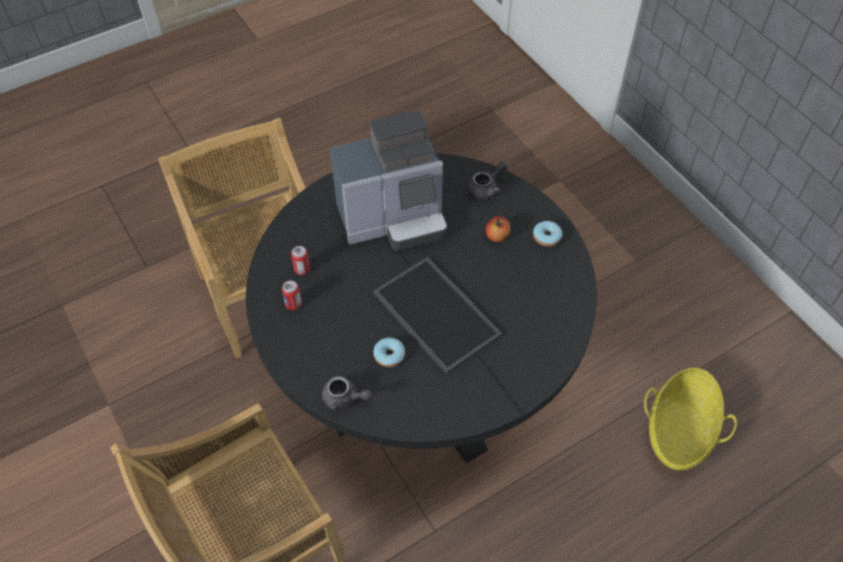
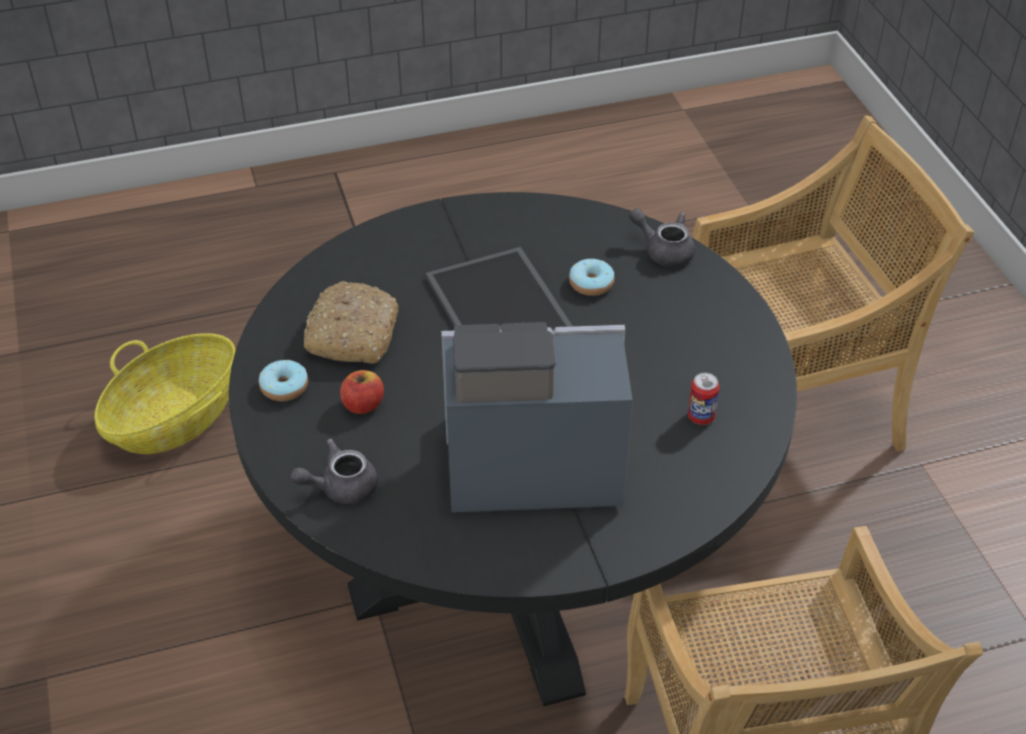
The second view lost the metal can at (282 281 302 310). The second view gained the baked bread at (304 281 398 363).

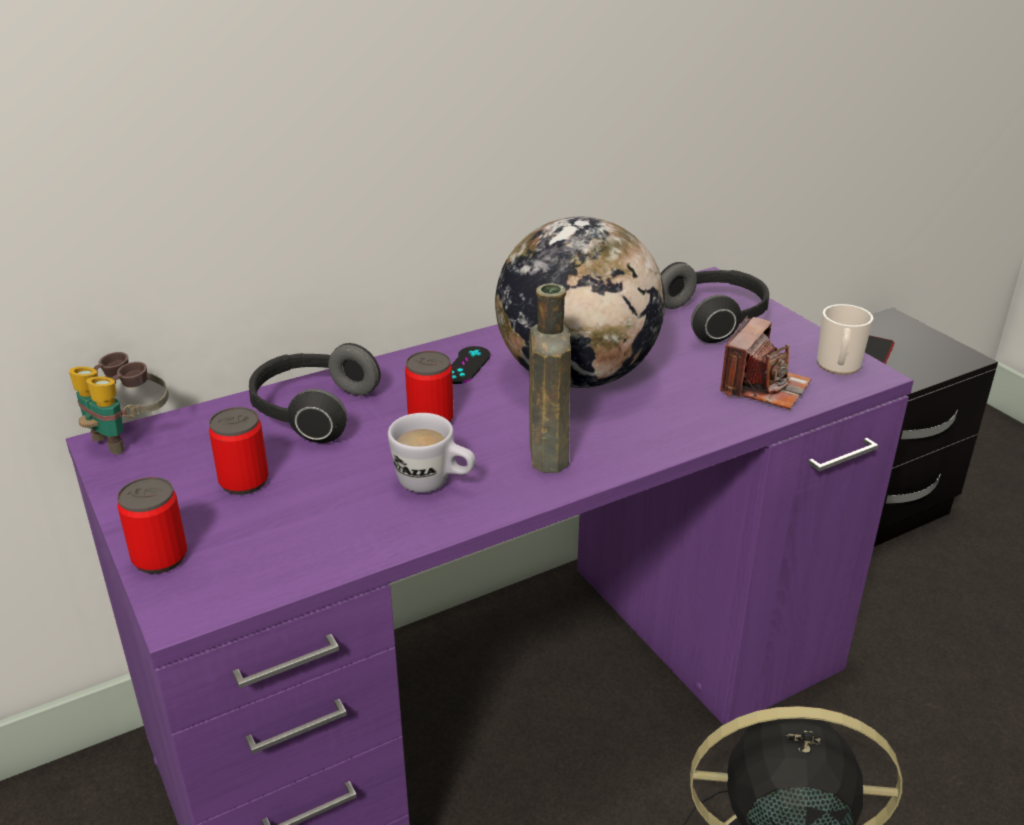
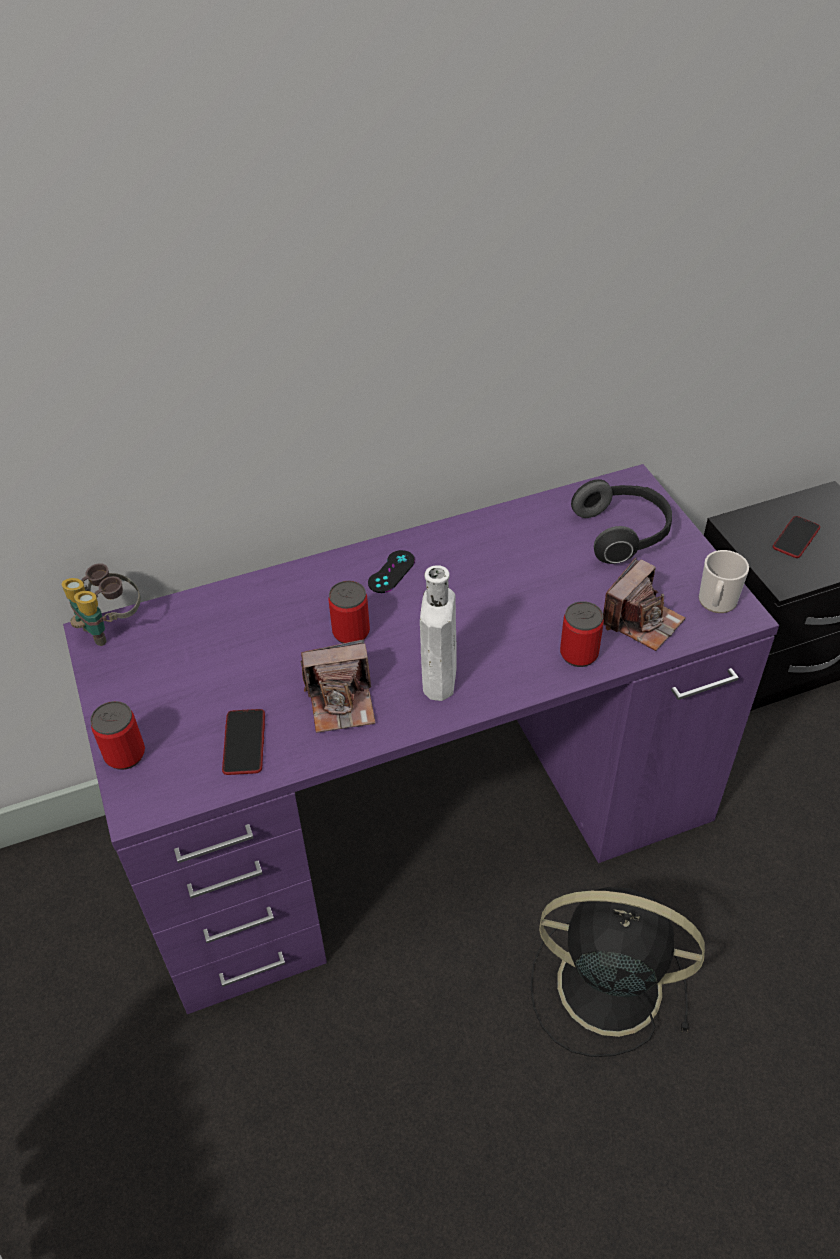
The second view lost the pair of headphones at (249 343 381 443). The second view lost the world globe at (495 216 665 388). The second view gained the handset at (222 709 265 775). The metal can ended up elsewhere, having gone from (209 407 269 495) to (560 601 604 667). Where the white-coloured coffee mug stood at (388 413 476 493), the still camera came to stand at (301 639 376 733). What was the brown beverage bottle at (529 283 571 473) turned into the white-coloured beverage bottle at (420 565 457 701).

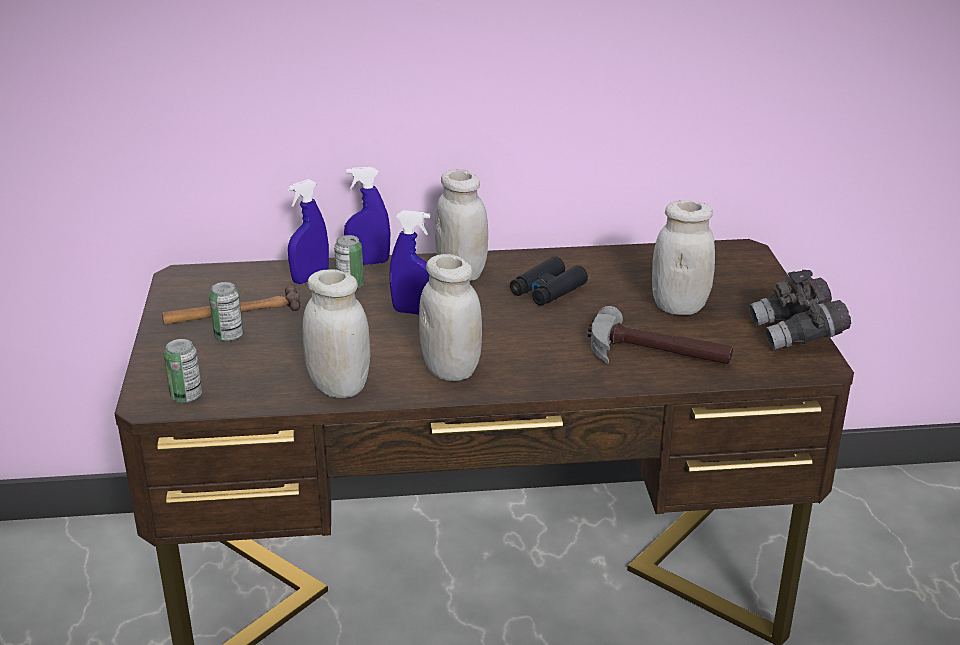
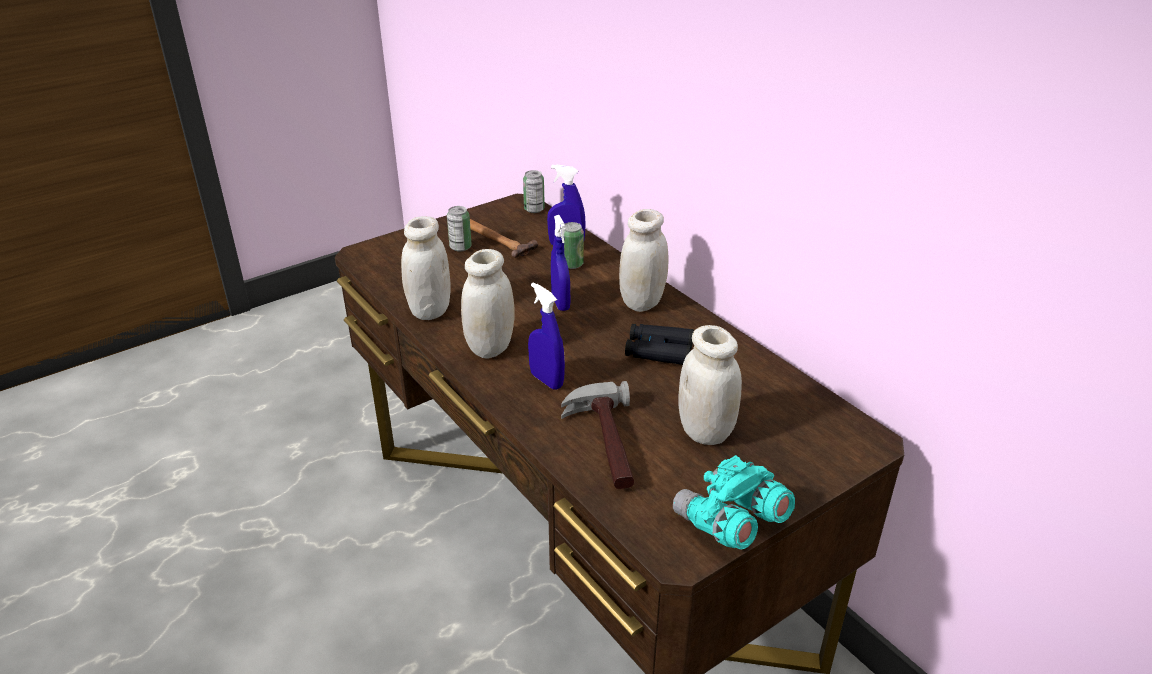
The metal can ended up elsewhere, having gone from (164 339 202 403) to (523 170 545 213). The bluish hand sprayer ended up elsewhere, having gone from (344 167 390 265) to (528 282 565 390). What was the gray binoculars at (749 270 851 350) turned into the turquoise-coloured binoculars at (673 455 795 549).

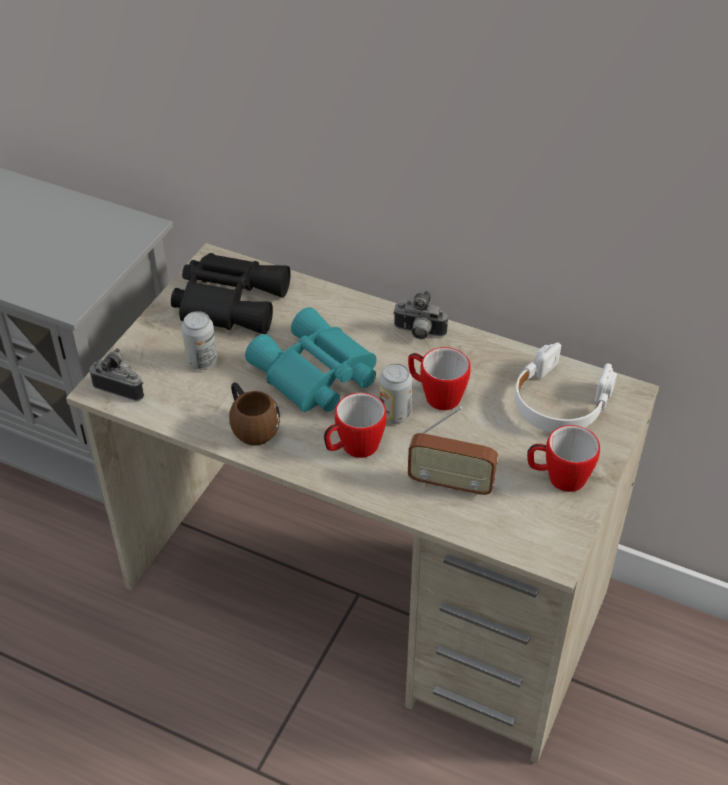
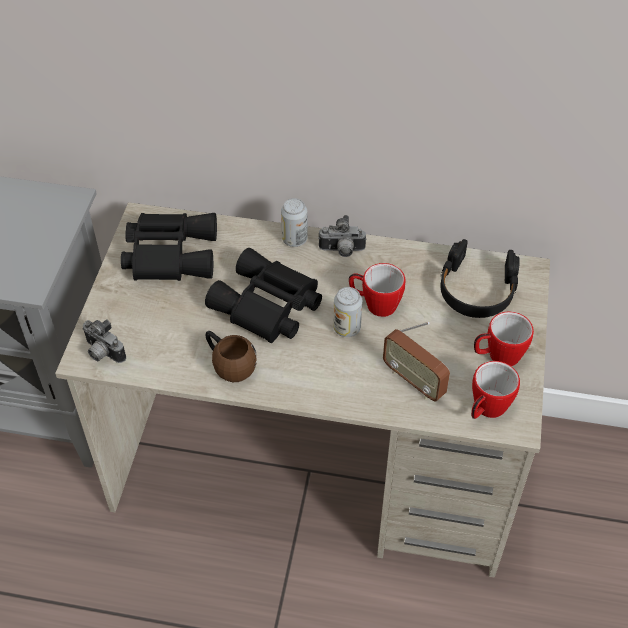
The metal can ended up elsewhere, having gone from (182 311 217 370) to (281 198 308 247). The coffee mug ended up elsewhere, having gone from (324 393 387 458) to (471 361 520 419). What was the turquoise-coloured binoculars at (245 307 377 412) turned into the black binoculars at (205 248 322 343). What was the white-coloured pair of headphones at (515 342 617 432) turned into the black pair of headphones at (440 239 520 318). The still camera at (89 348 144 401) ended up facing another way, 150 degrees counterclockwise from before. The radio receiver at (408 406 498 498) ended up facing another way, 45 degrees clockwise from before.

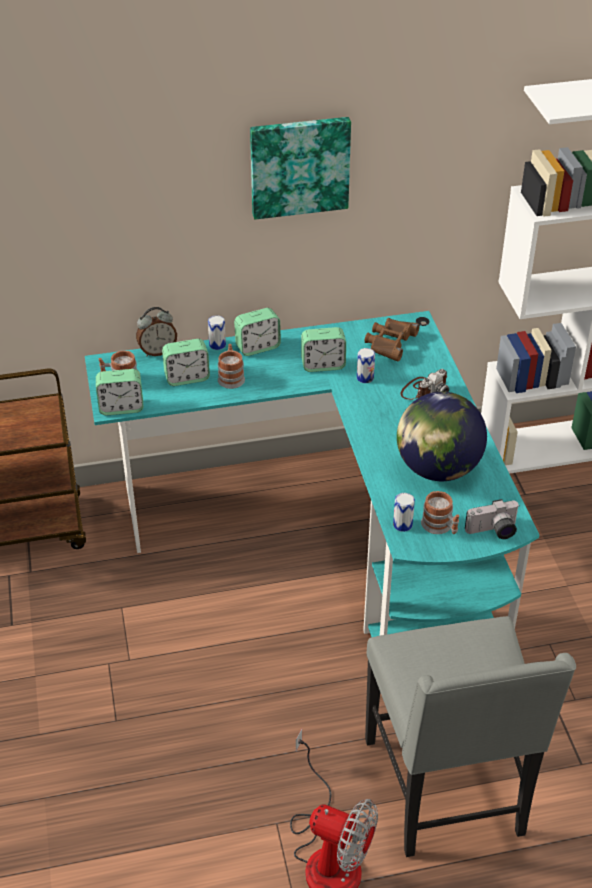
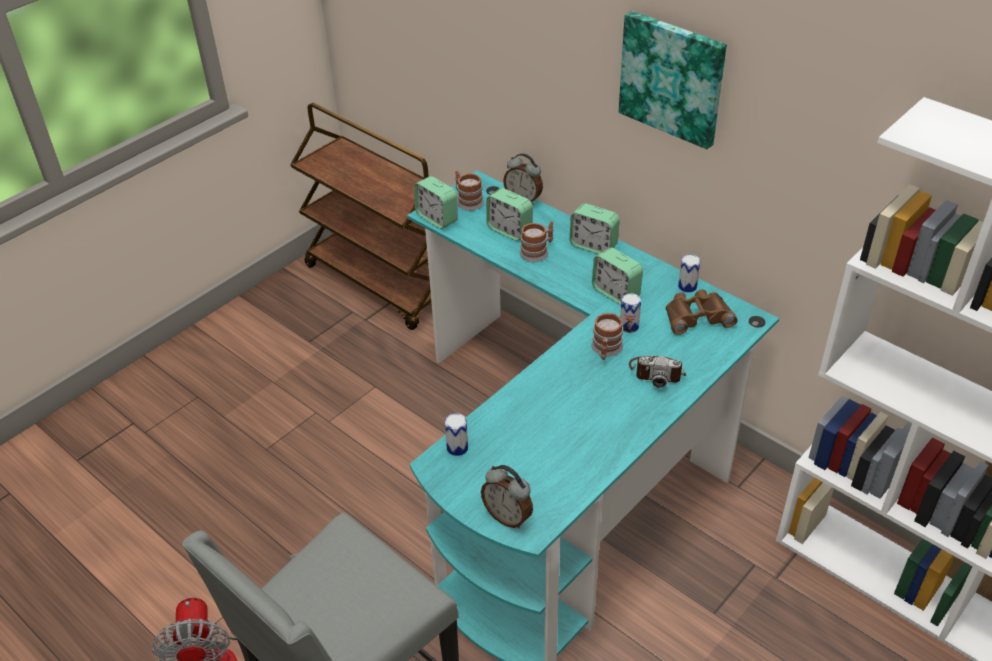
The second view lost the world globe at (397 392 487 481). The metal can ended up elsewhere, having gone from (208 315 226 350) to (678 254 700 292). The coffee mug ended up elsewhere, having gone from (421 491 459 534) to (591 313 623 360). Where the still camera stood at (465 499 520 539), the bedside clock came to stand at (481 465 533 528).

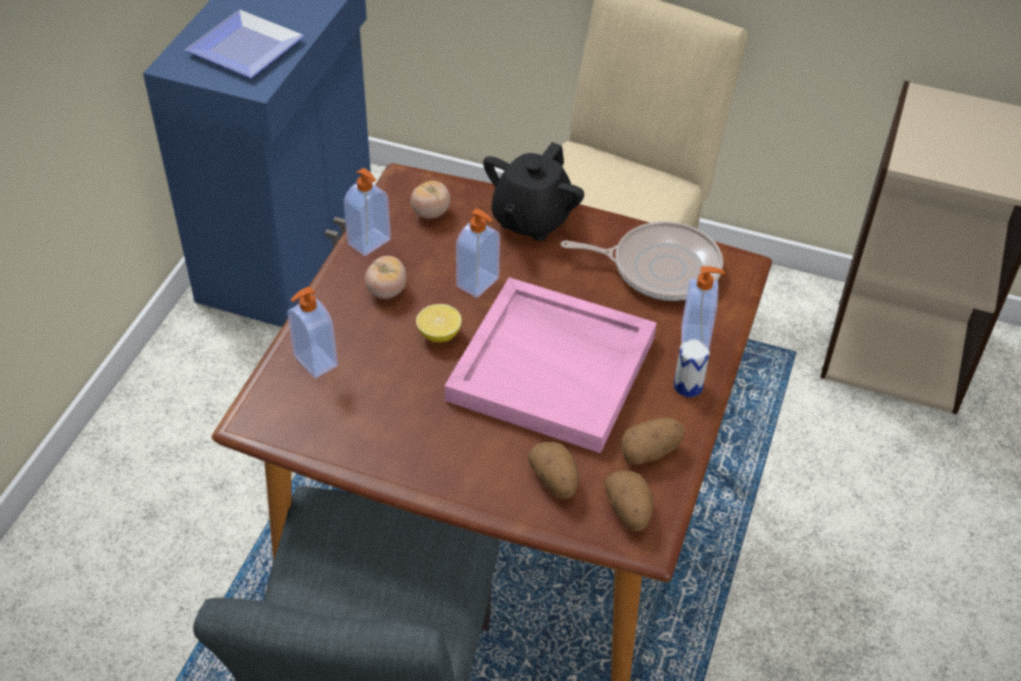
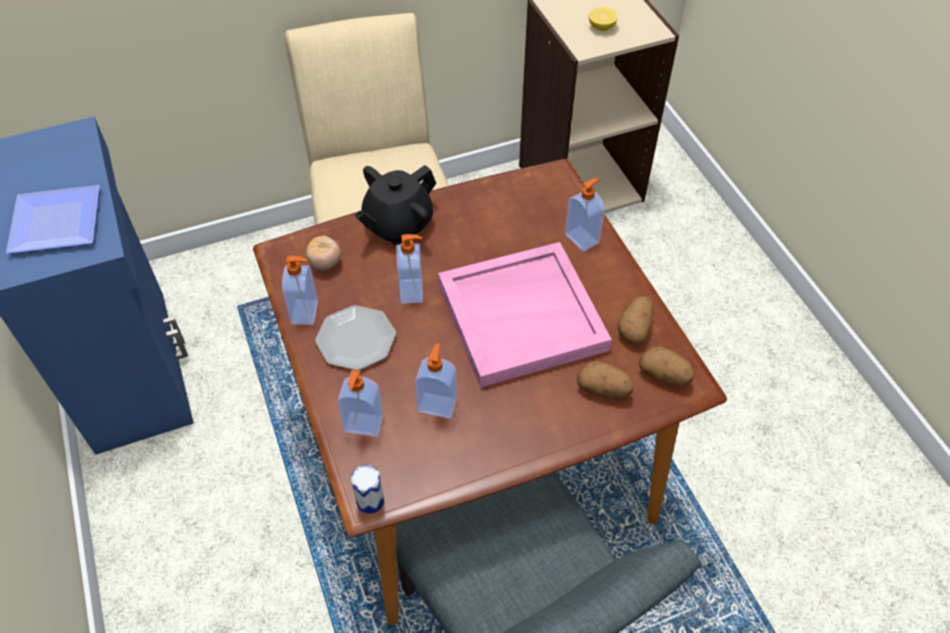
The second view lost the skillet at (561 221 723 301). The second view gained the soap dispenser at (415 343 457 418). The lemon ended up elsewhere, having gone from (416 304 462 342) to (589 7 618 31). The metal can ended up elsewhere, having gone from (674 339 710 397) to (351 465 384 514). Where the whole tomato stood at (365 256 407 299), the plate came to stand at (315 305 396 370). The black teapot at (483 142 584 241) ended up facing another way, 60 degrees clockwise from before.

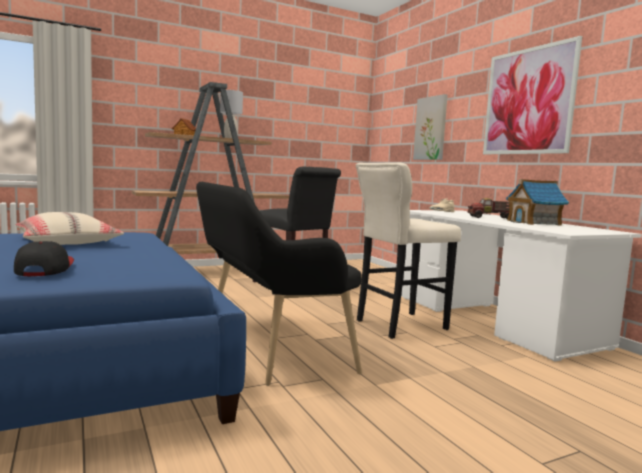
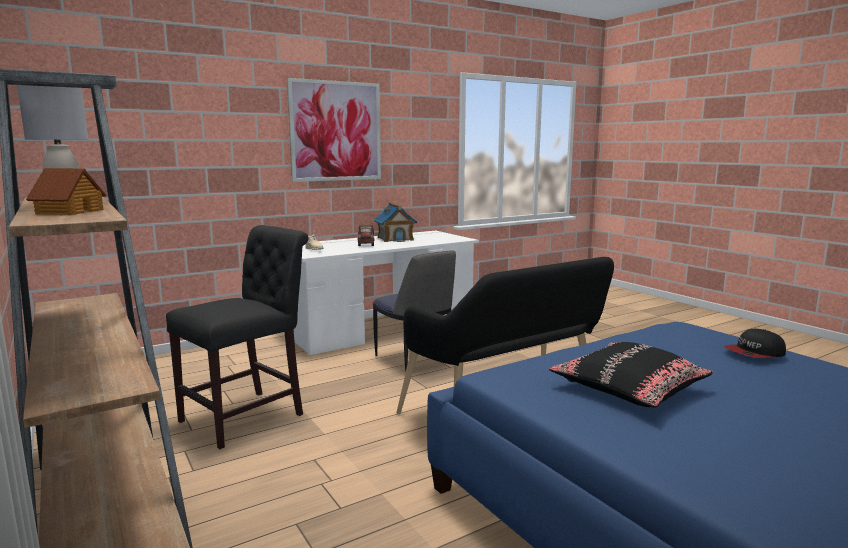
The second view lost the wall art at (413 94 448 160). Where the sand-coloured sitting stool stood at (356 163 461 339), the upright chair came to stand at (373 251 456 373). What was the sand-coloured cushion at (15 212 124 245) turned into the black cushion at (549 342 713 408).

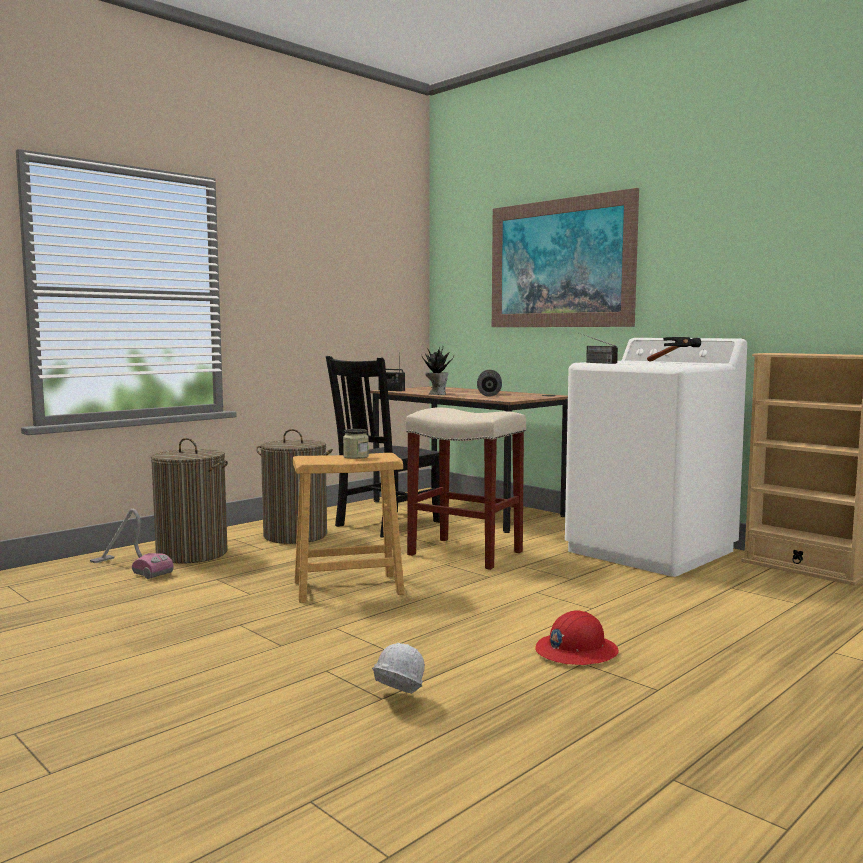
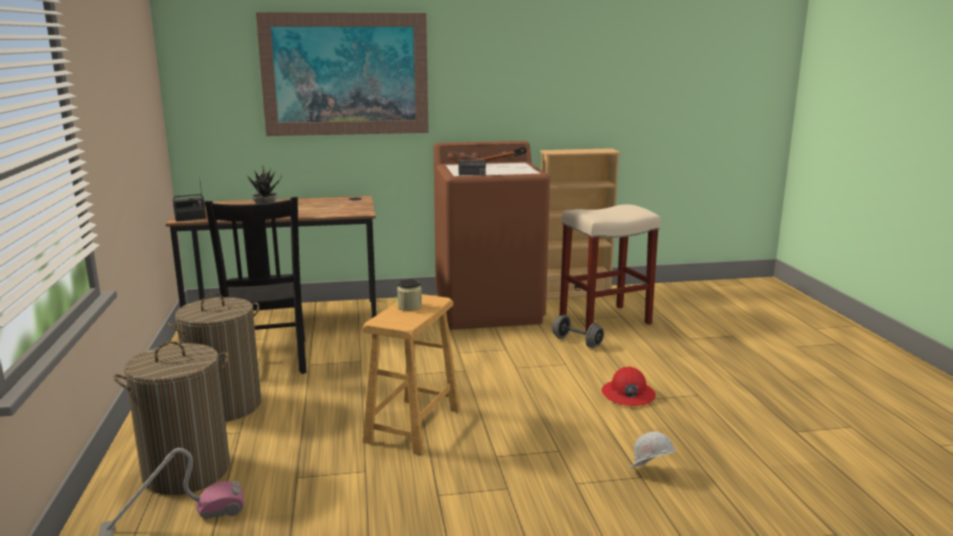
The sand-coloured sitting stool ended up elsewhere, having gone from (406 408 526 570) to (559 204 661 332). The gray dumbbell ended up elsewhere, having gone from (477 370 502 397) to (552 315 604 348). What was the white-coloured laundry machine at (565 338 747 577) turned into the brown laundry machine at (434 141 550 330).

